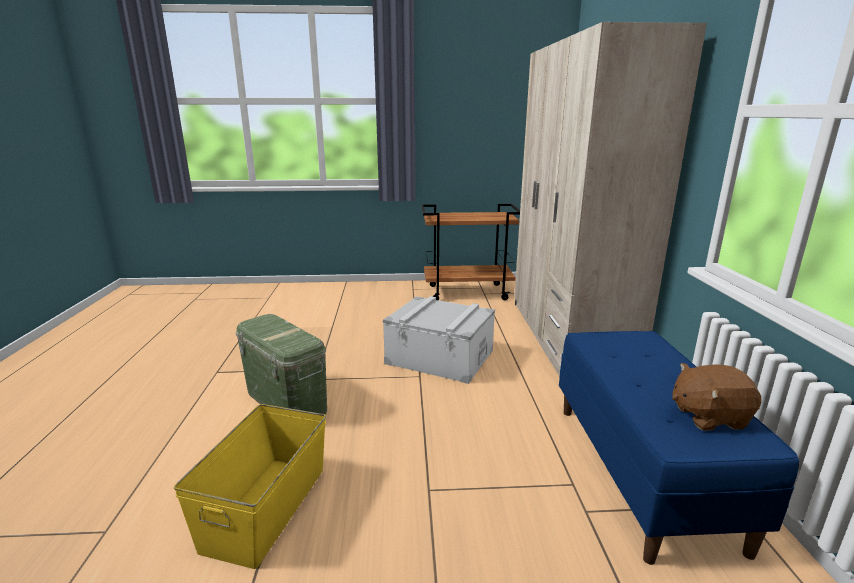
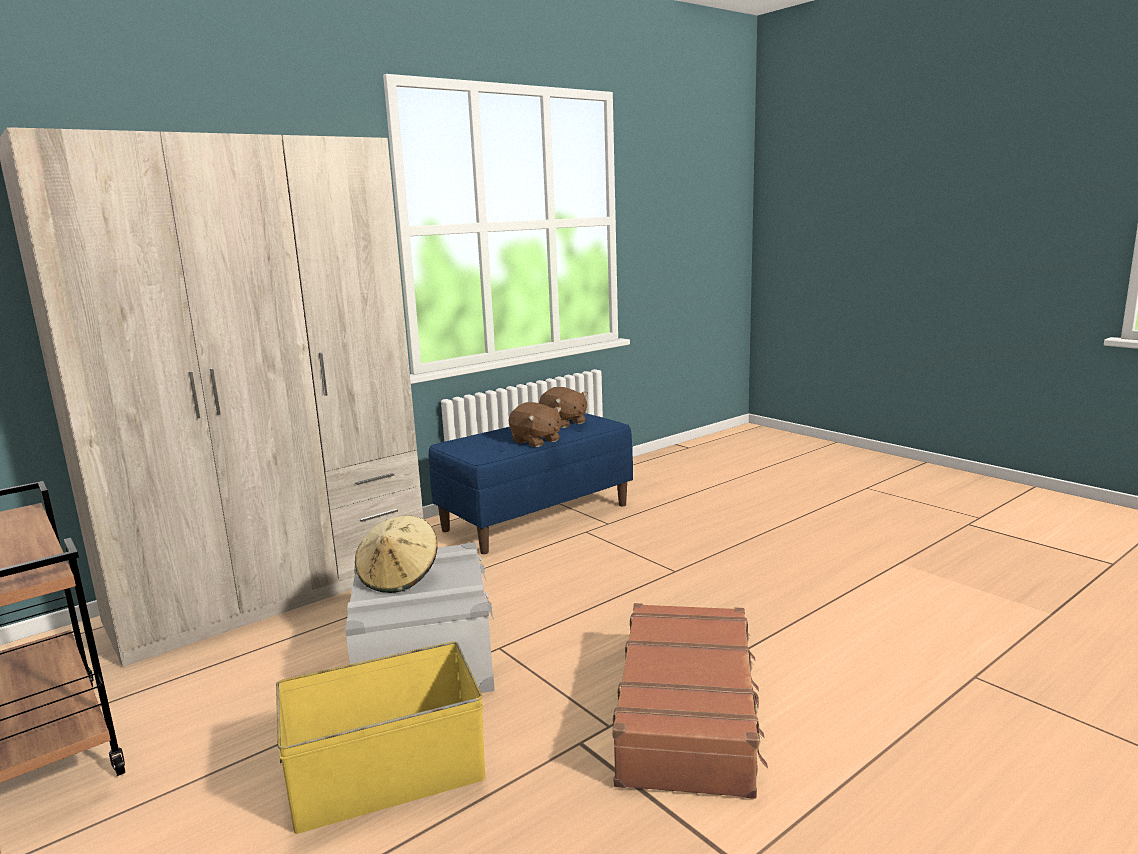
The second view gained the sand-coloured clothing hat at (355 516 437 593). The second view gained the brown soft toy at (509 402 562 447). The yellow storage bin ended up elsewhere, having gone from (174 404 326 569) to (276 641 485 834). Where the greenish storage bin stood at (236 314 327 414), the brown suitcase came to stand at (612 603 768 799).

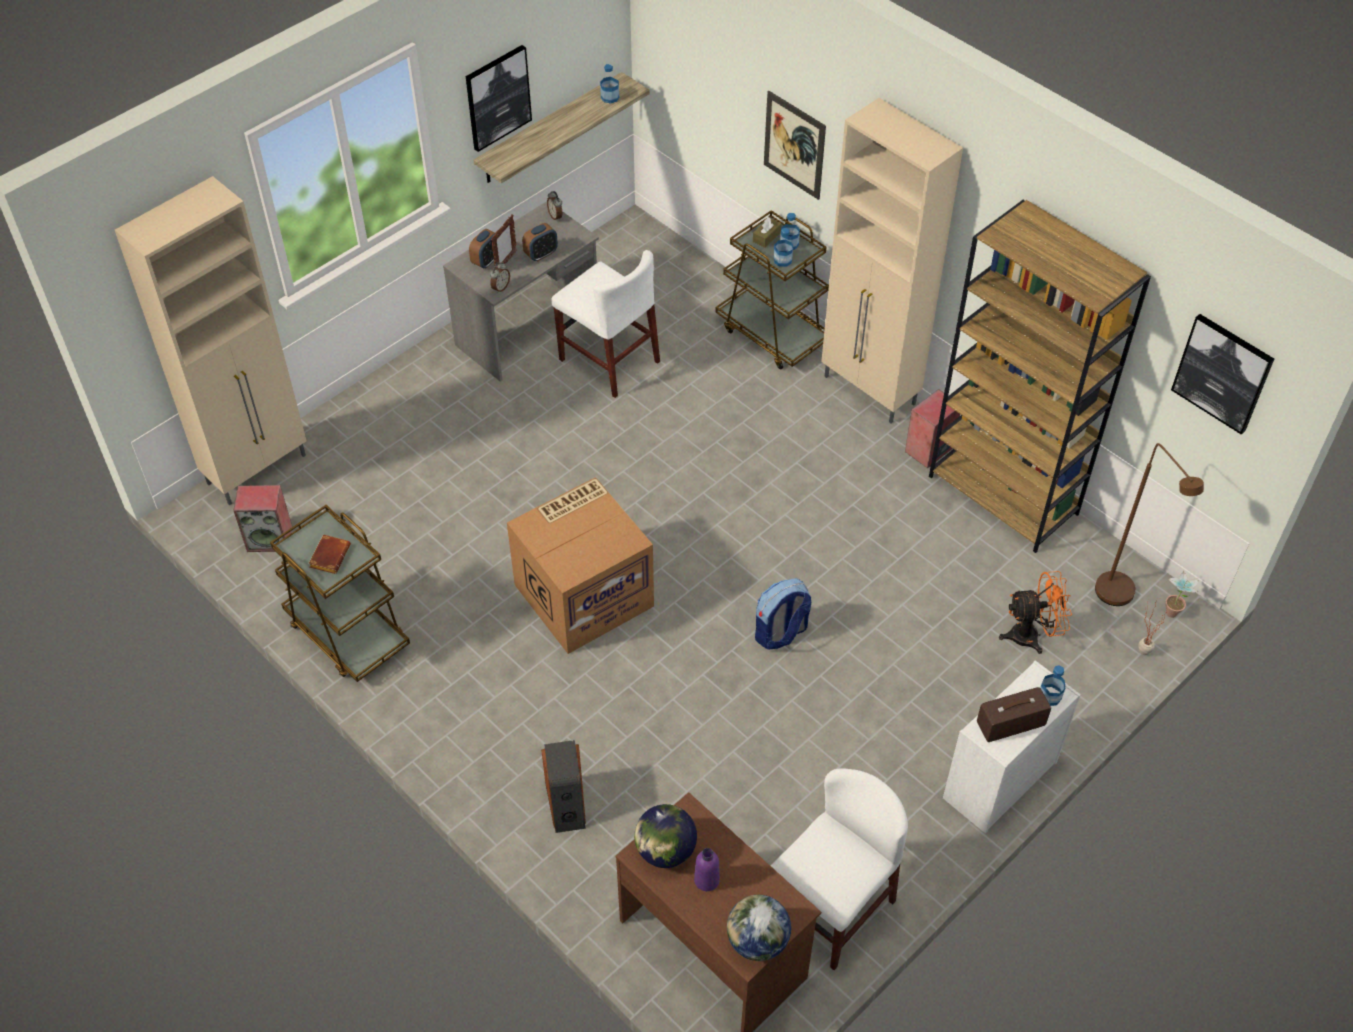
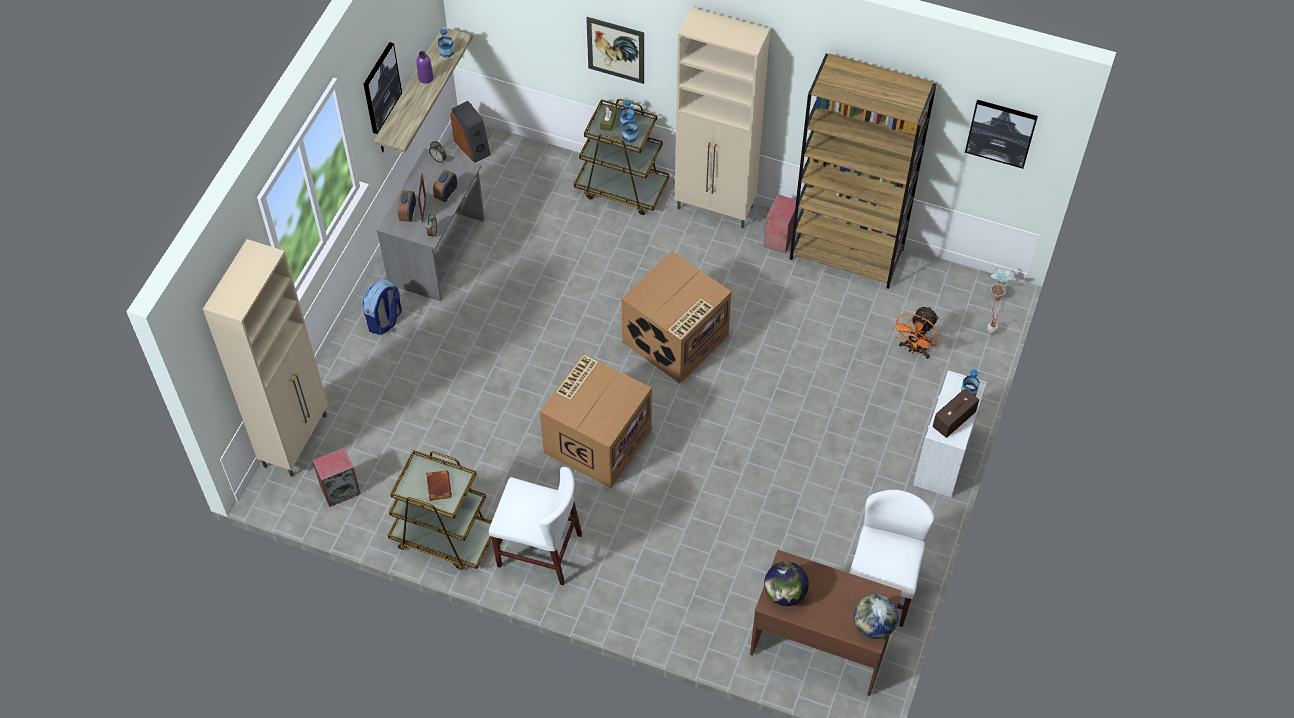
The second view lost the brown standing lamp at (1095 443 1204 606). The second view gained the cardboard box at (621 251 731 383). The loudspeaker ended up elsewhere, having gone from (541 740 586 833) to (450 101 491 163). The white-coloured upright chair ended up elsewhere, having gone from (551 250 660 398) to (489 467 582 585). The purple-coloured beverage bottle ended up elsewhere, having gone from (694 848 720 891) to (416 51 434 83). The rucksack ended up elsewhere, having gone from (755 578 811 650) to (362 279 402 335). The orangey cooling fan at (999 571 1072 654) ended up facing another way, 150 degrees clockwise from before.

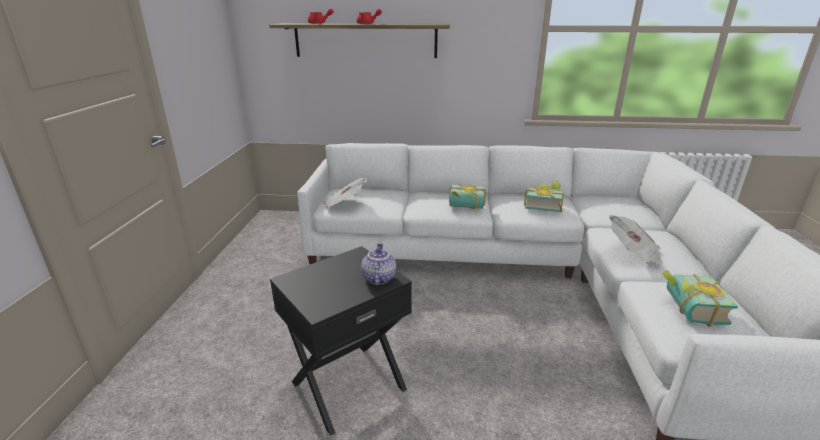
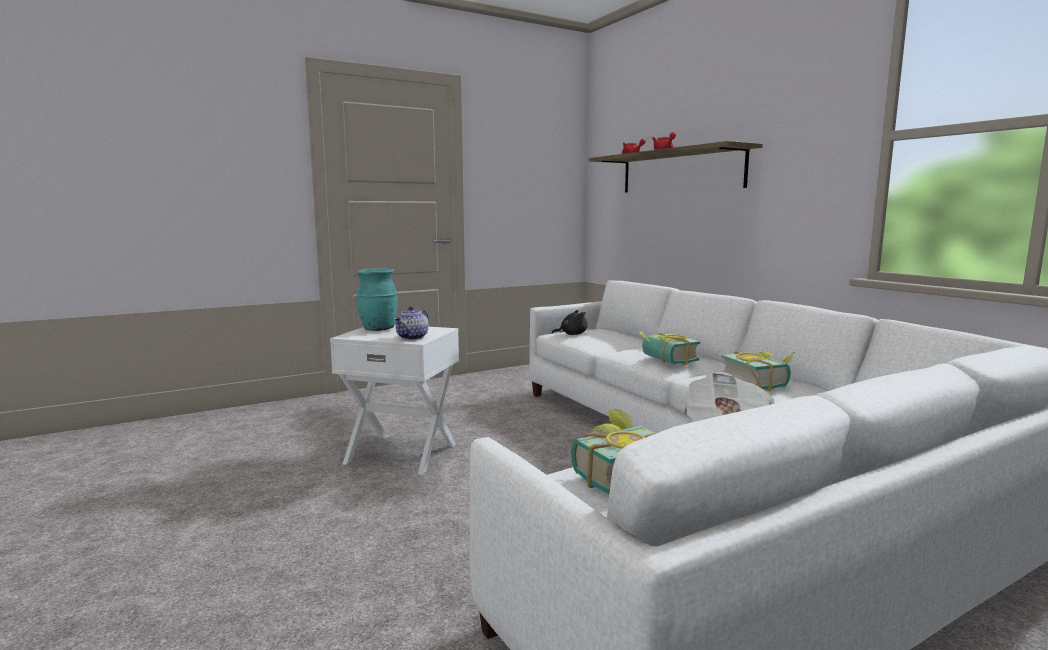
The second view gained the turquoise-coloured decorative vase at (356 268 398 331). Where the daily paper stood at (323 178 367 208), the black soft toy came to stand at (552 310 587 335). What was the black side table at (270 246 412 435) turned into the white-coloured side table at (330 325 459 475). The teapot at (361 243 396 285) ended up facing another way, 150 degrees clockwise from before.

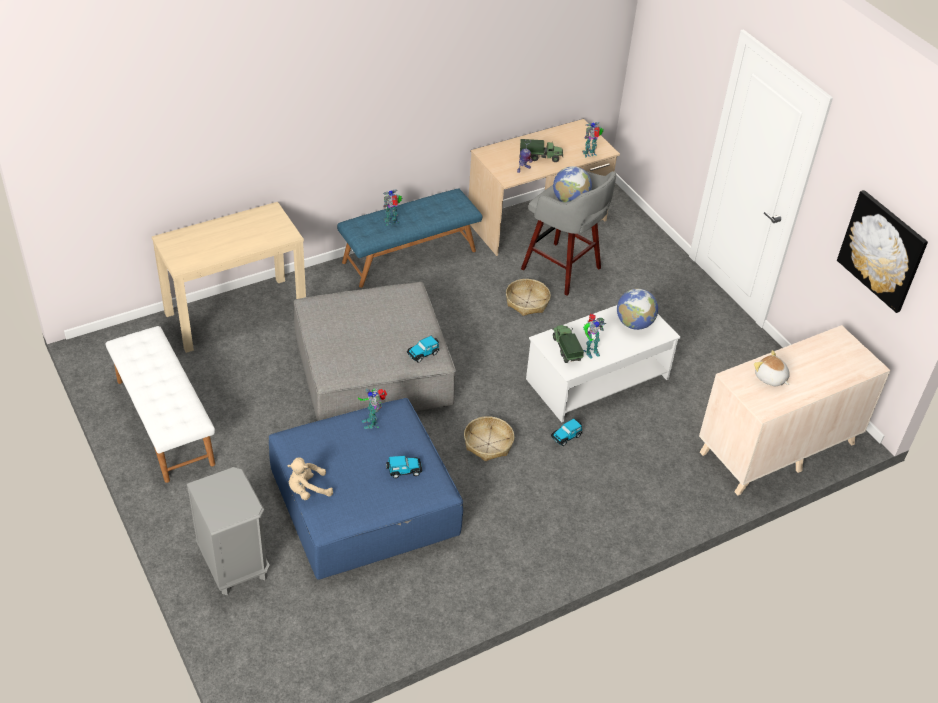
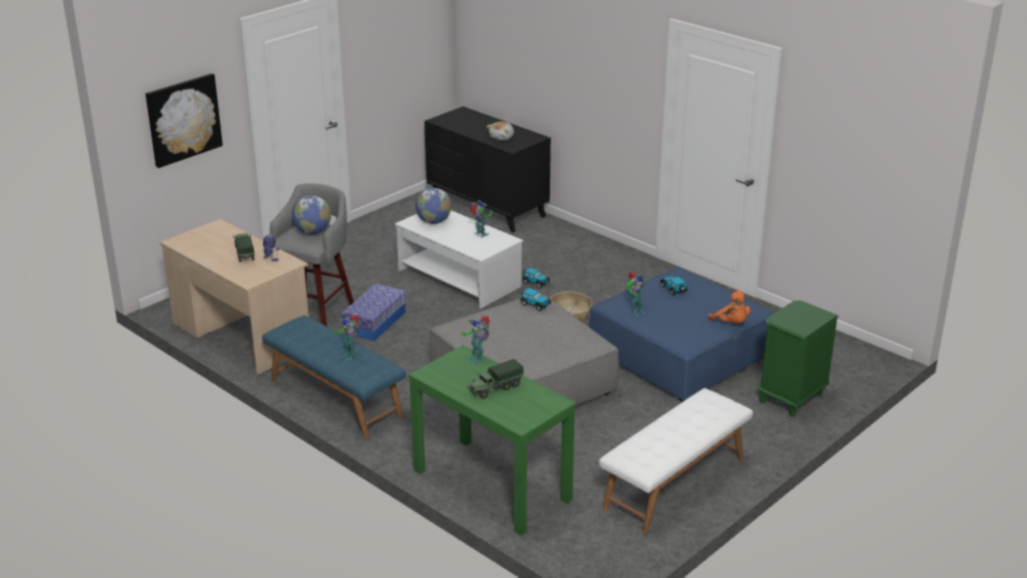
The toy truck ended up elsewhere, having gone from (552 325 584 363) to (467 359 524 399). The robot figure ended up elsewhere, having gone from (582 122 604 157) to (462 316 490 365). The wall art ended up elsewhere, having gone from (837 190 928 313) to (146 73 223 168). Where the storage basket stood at (506 279 551 316), the storage bin came to stand at (342 283 406 341). What was the sand-coloured console table at (152 202 306 353) turned into the greenish console table at (408 345 576 536). What was the gray night table at (187 467 270 595) turned into the greenish night table at (758 301 838 417). What was the sand-coloured soft toy at (287 457 333 500) turned into the orangey soft toy at (708 290 751 323). What was the sand-coloured dresser at (699 325 891 495) turned into the black dresser at (424 106 551 232).

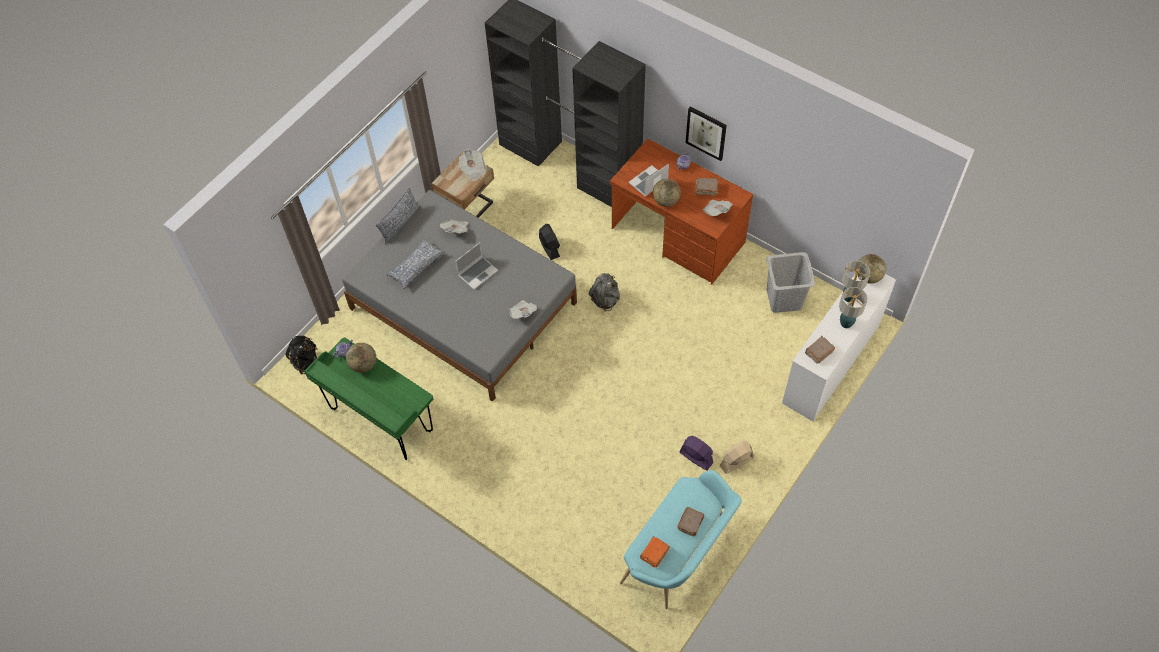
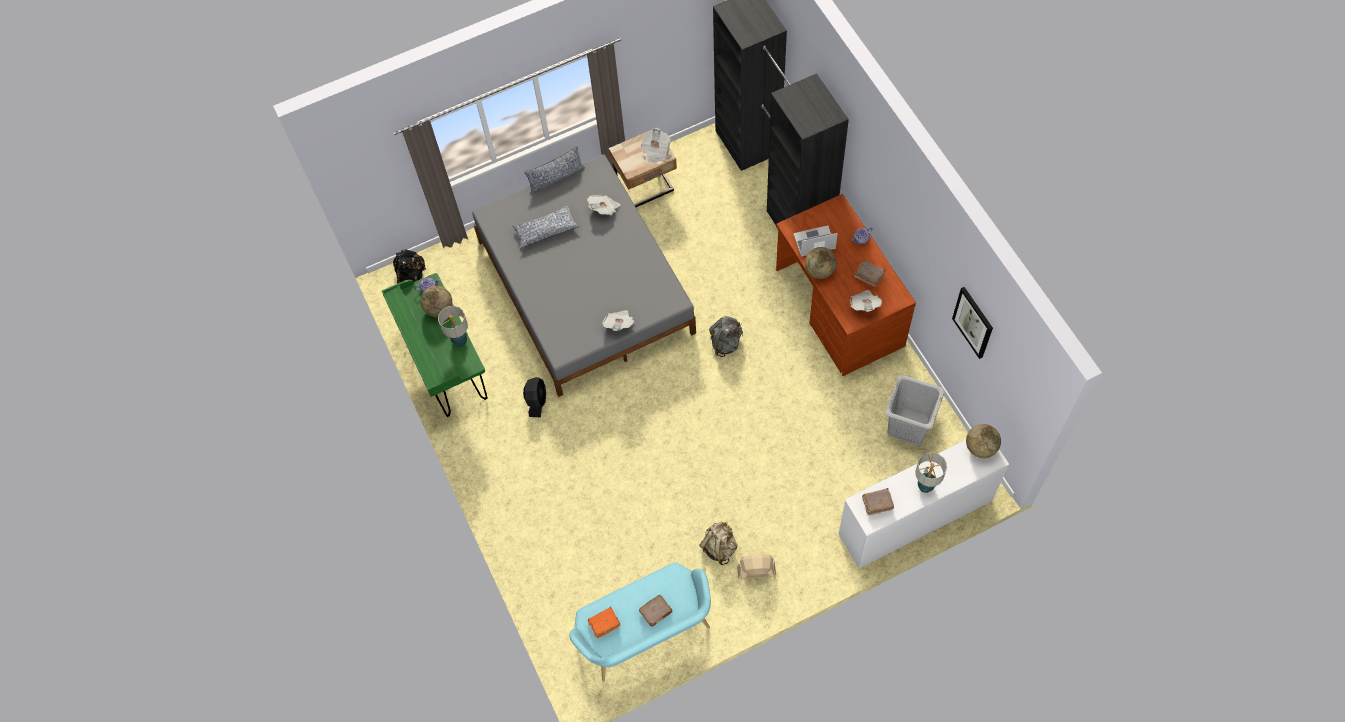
The second view lost the portable computer at (455 242 498 289). The black cooling fan ended up elsewhere, having gone from (539 224 560 260) to (523 377 546 417). The wall art ended up elsewhere, having gone from (686 107 727 161) to (952 287 993 359). The lamp for a table ended up elsewhere, having gone from (842 261 870 302) to (438 306 468 347). Where the purple-coloured cooling fan stood at (679 435 713 471), the sand-coloured rucksack came to stand at (699 521 737 565).

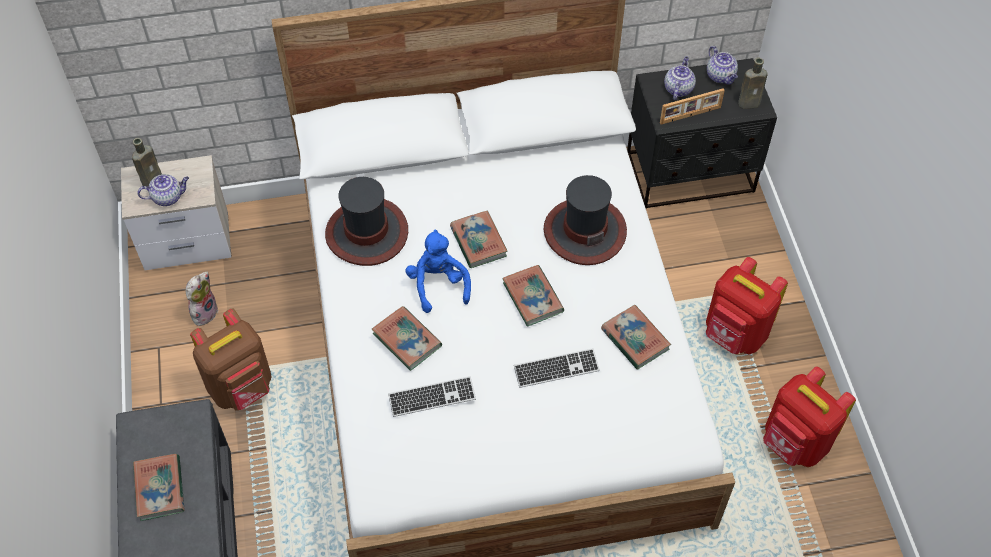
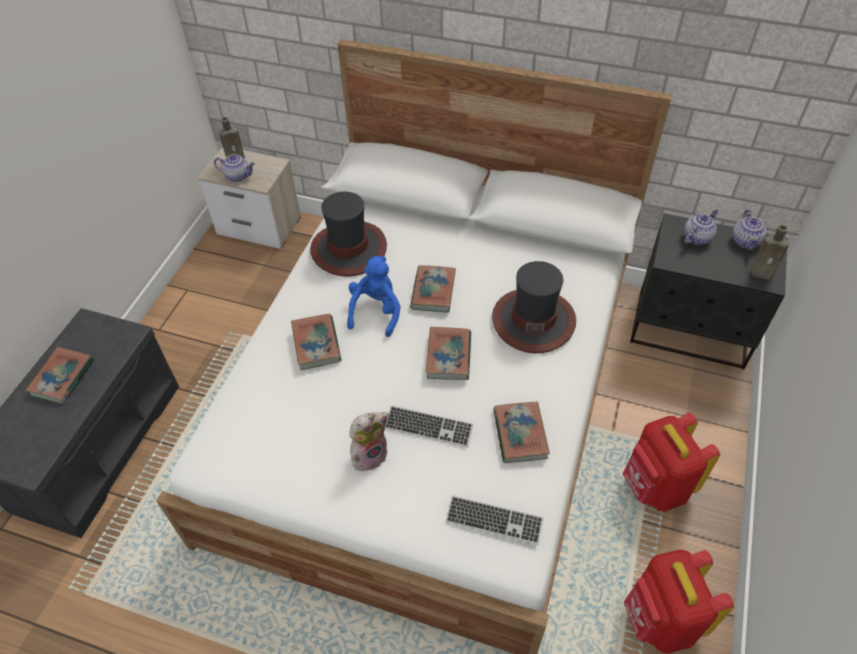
The second view lost the brown rucksack at (190 308 272 411). The second view lost the standing frame at (660 88 725 124). The soft toy ended up elsewhere, having gone from (186 272 219 326) to (349 412 388 471). The PC keyboard ended up elsewhere, having gone from (388 376 476 417) to (446 495 544 545).

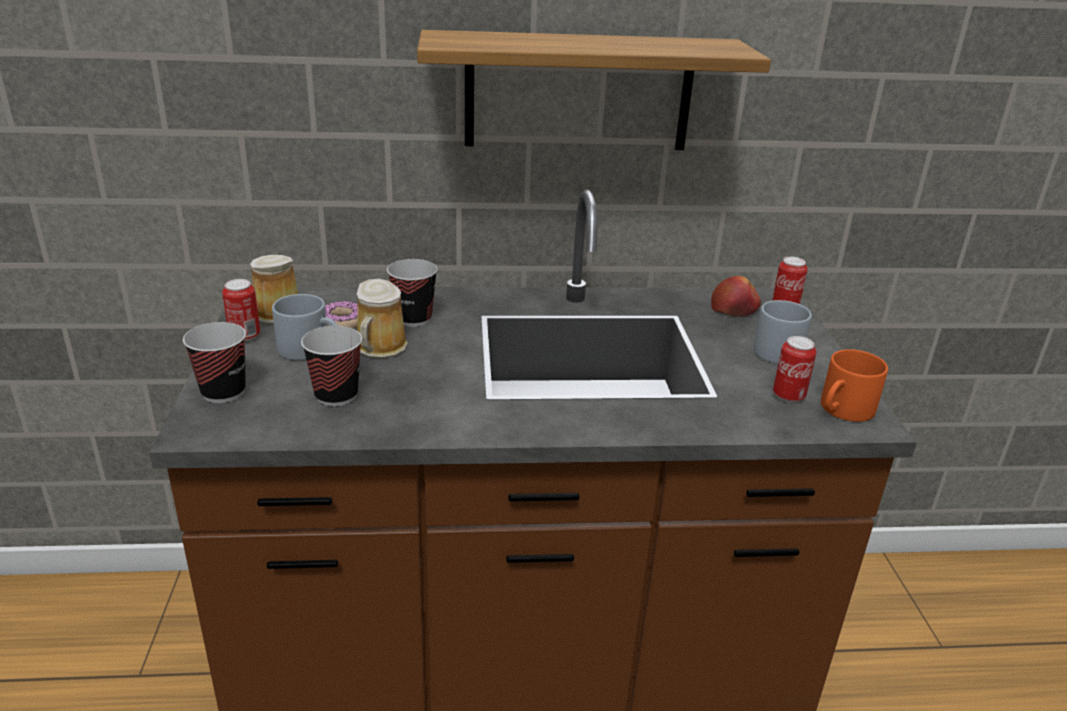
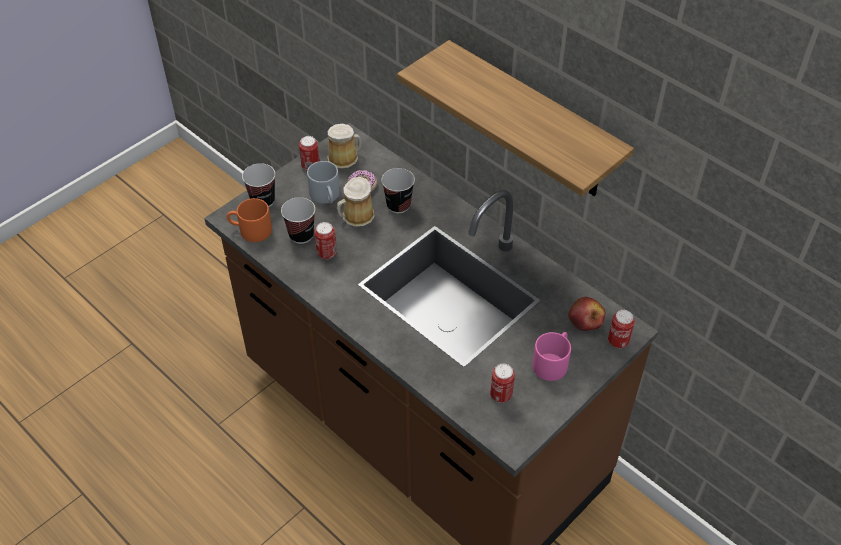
The second view gained the metal can at (314 222 337 259). The orangey coffee mug ended up elsewhere, having gone from (821 349 888 422) to (227 198 272 242). What was the gray coffee mug at (754 300 812 364) turned into the pinkish coffee mug at (532 332 571 381).

